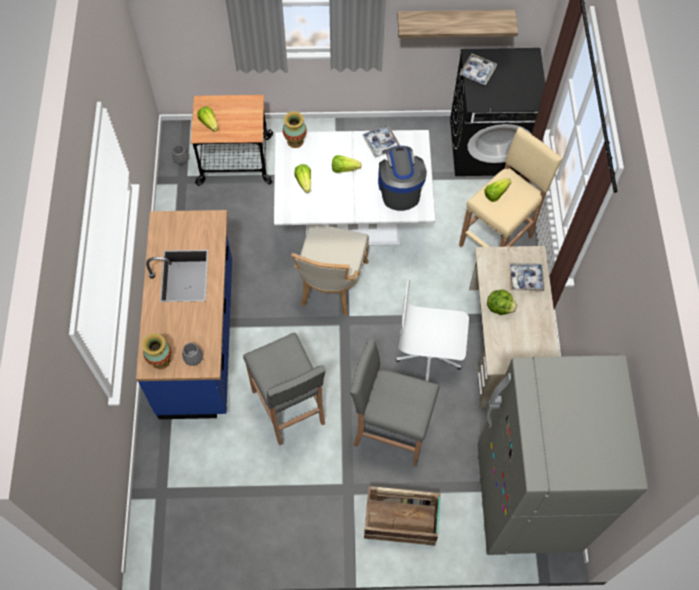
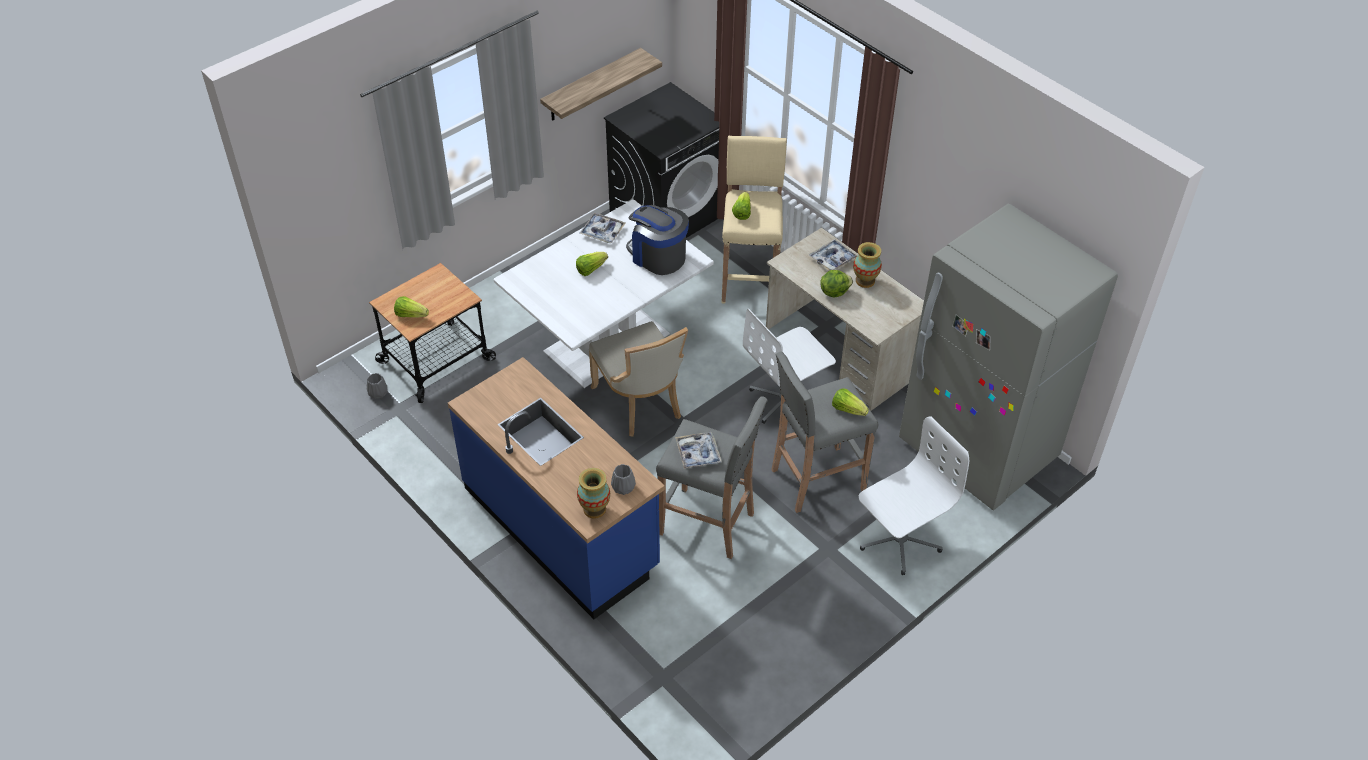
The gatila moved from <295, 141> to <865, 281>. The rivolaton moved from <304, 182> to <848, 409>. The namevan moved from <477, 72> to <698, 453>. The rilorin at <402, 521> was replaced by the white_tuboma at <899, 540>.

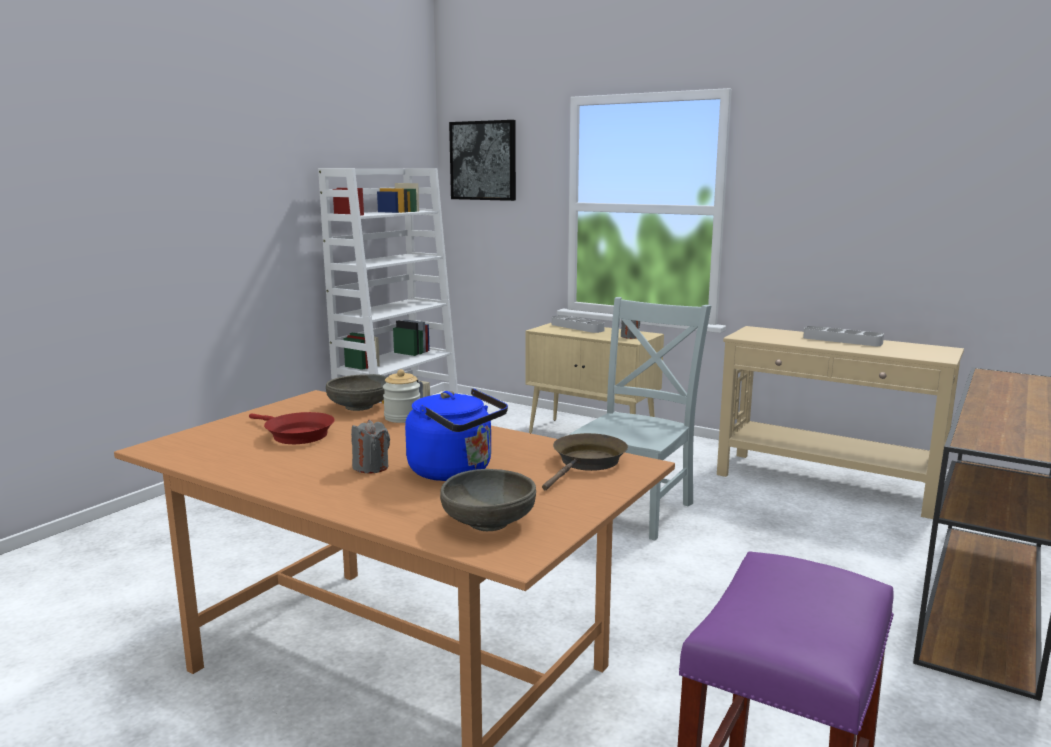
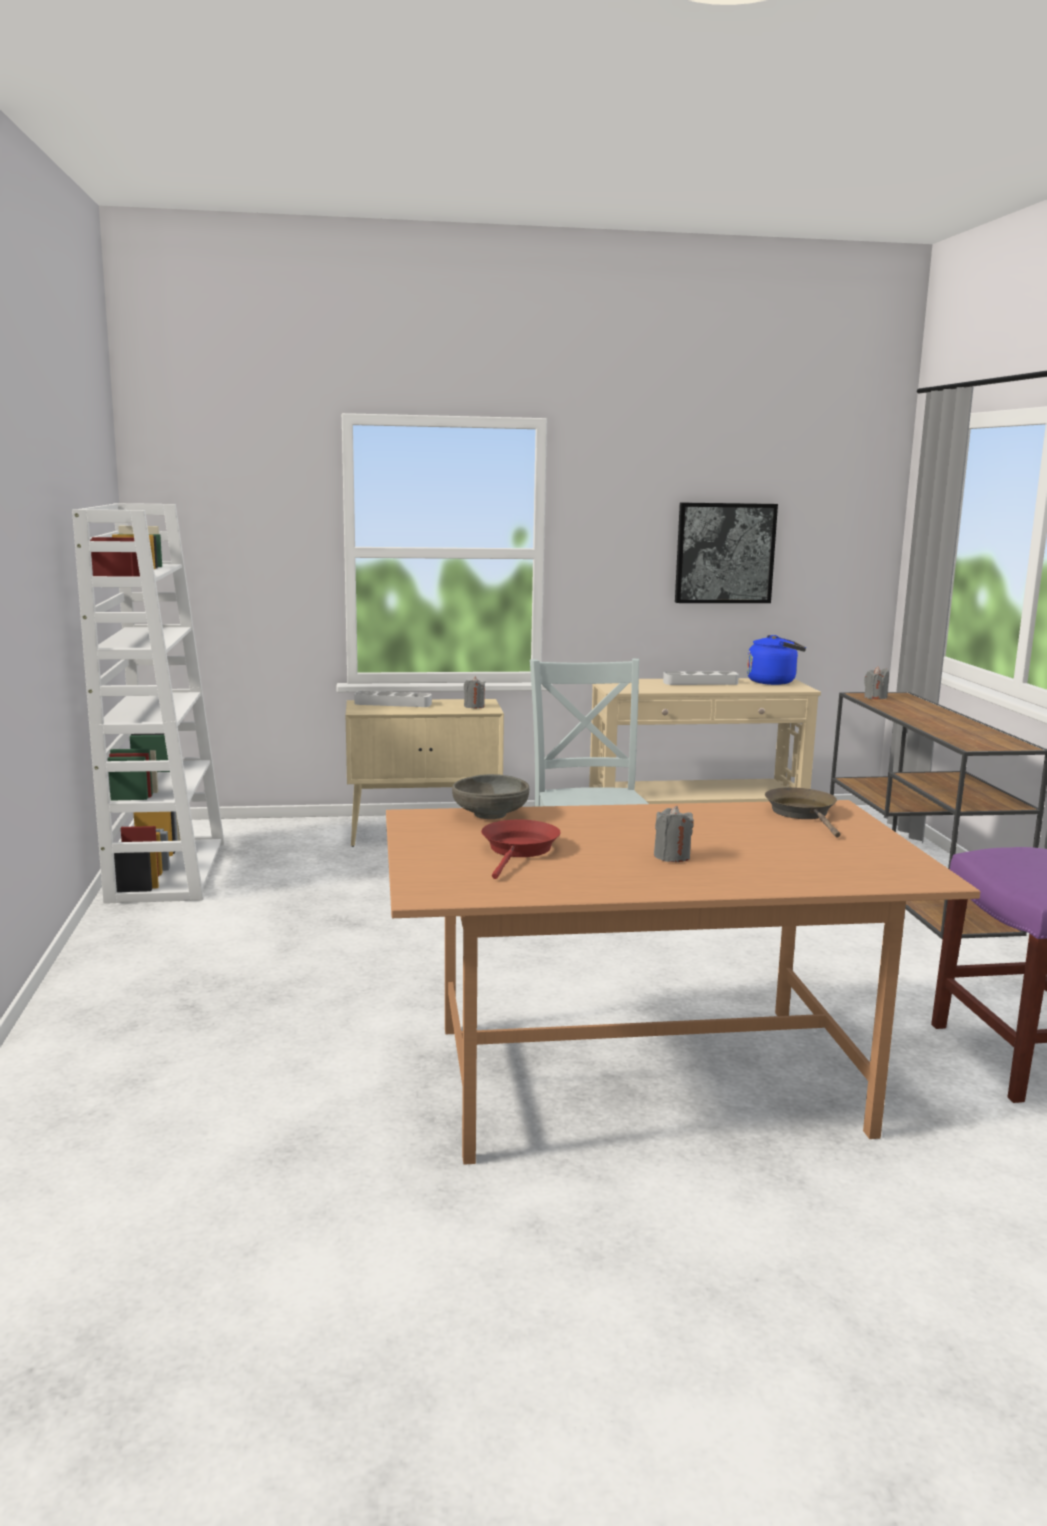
The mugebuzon at <402, 417> disappeared. The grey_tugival at <489, 522> disappeared. The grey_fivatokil at <875, 697> appeared. The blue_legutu moved from <455, 471> to <774, 682>. The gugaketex moved from <483, 160> to <724, 553>. The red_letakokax at <295, 435> turned 75 degrees counterclockwise.

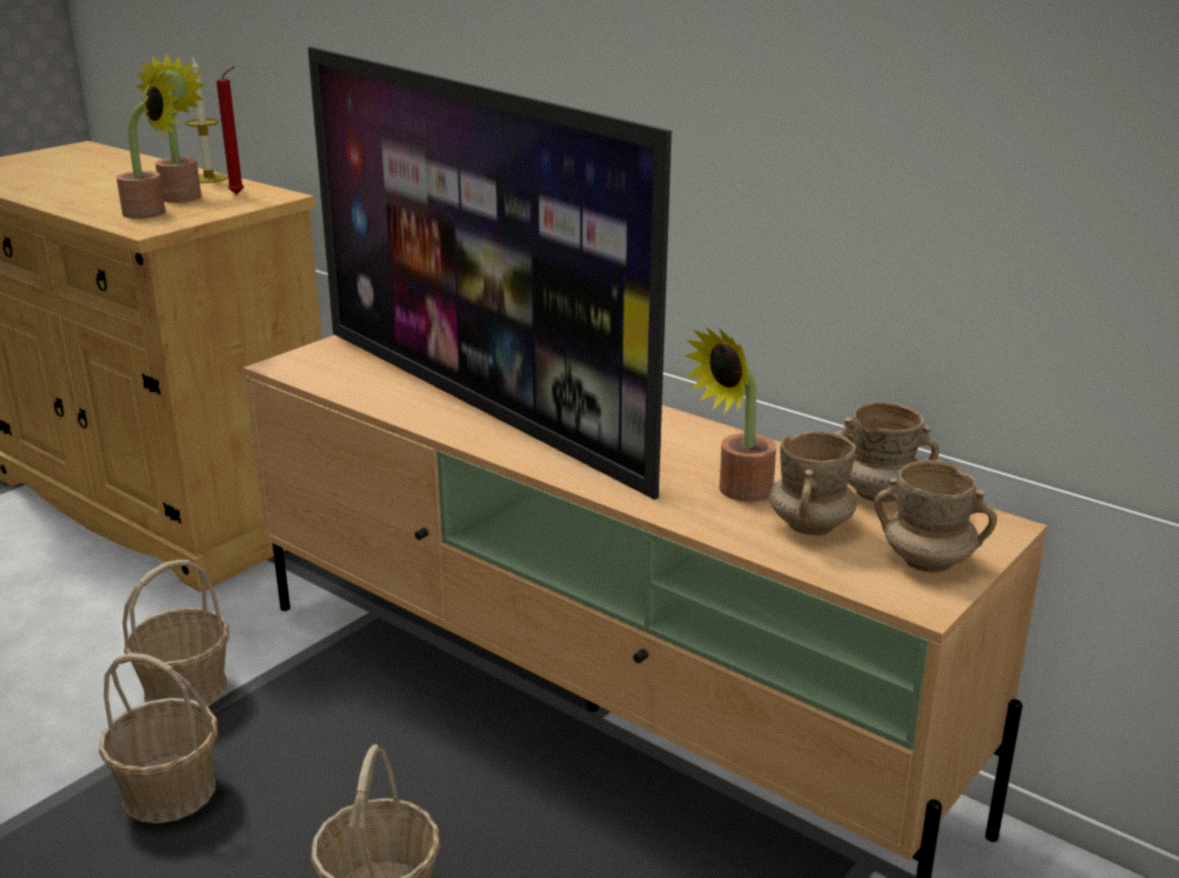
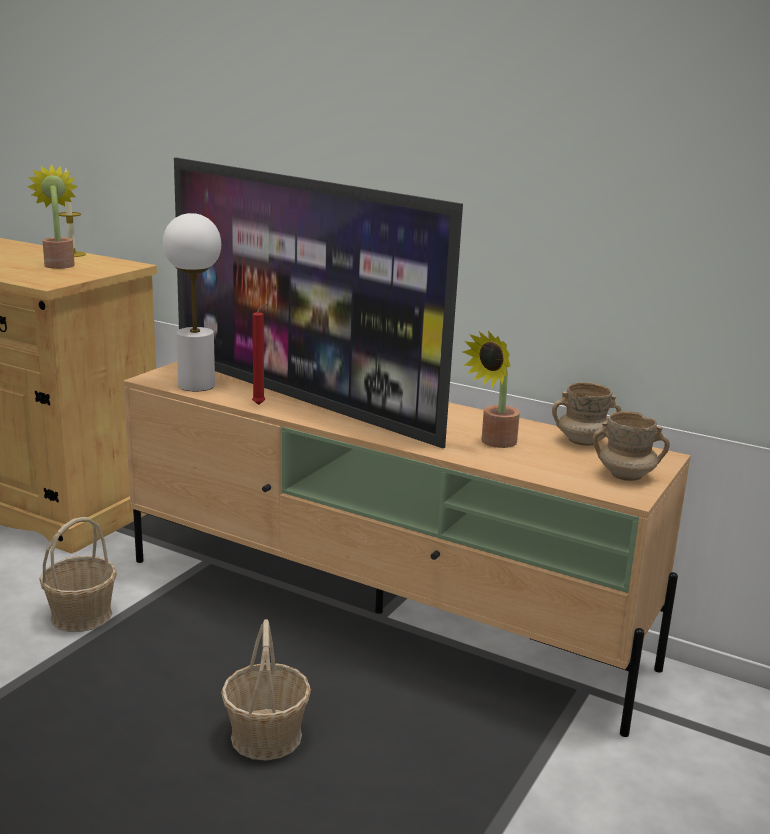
The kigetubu at <169, 792> disappeared. The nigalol at <153, 213> disappeared. The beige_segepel at <810, 525> disappeared. The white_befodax at <196, 385> appeared. The red_fivatokil moved from <239, 194> to <261, 404>.

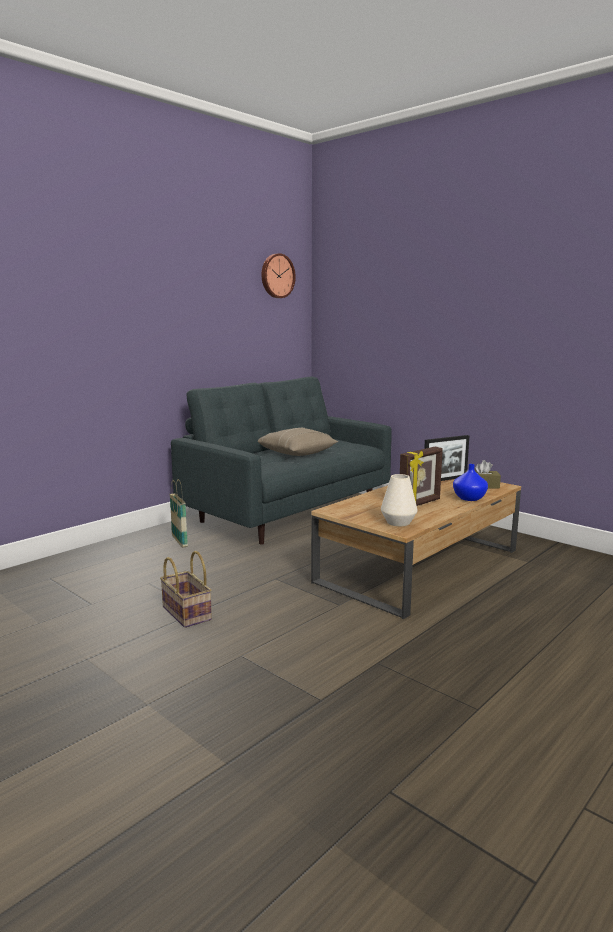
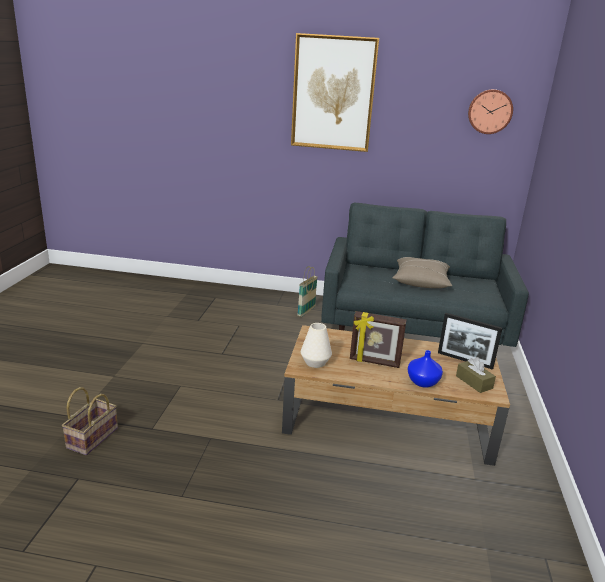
The gugaketex at <333, 93> appeared. The kigetubu moved from <185, 613> to <92, 437>.

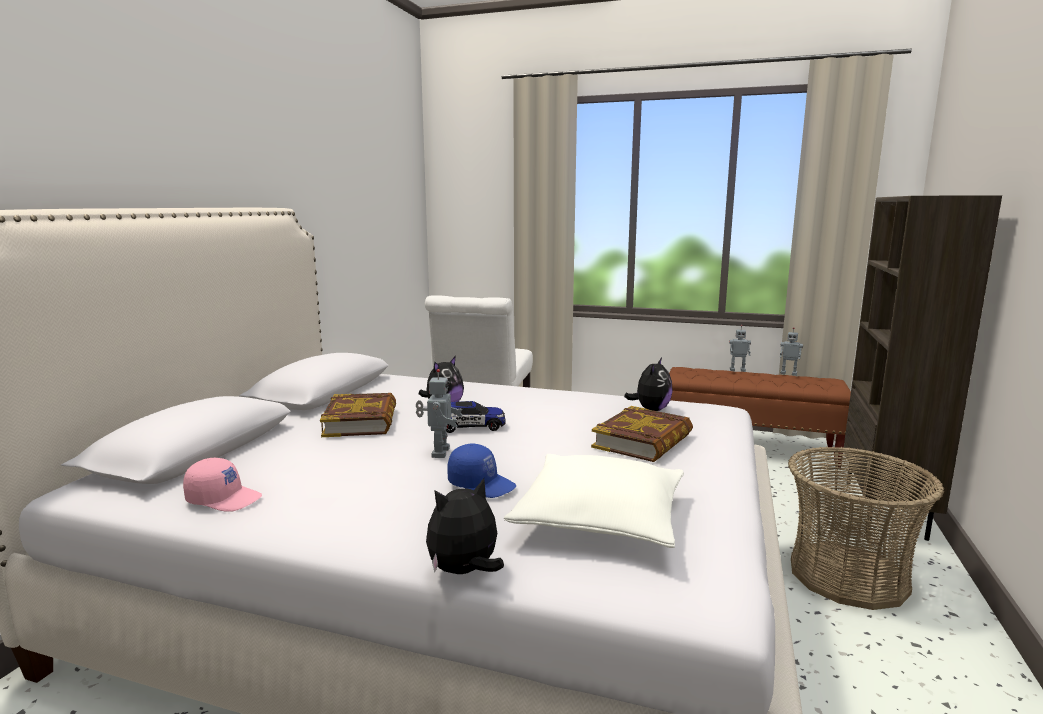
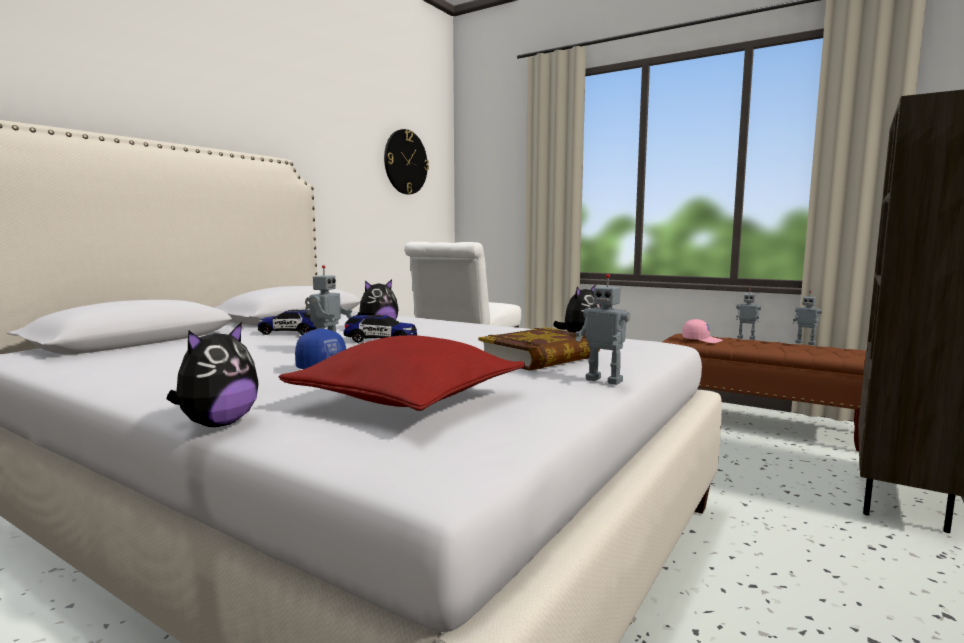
The kigetubu at <848, 576> disappeared. The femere at <405, 162> appeared. The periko at <605, 380> appeared. The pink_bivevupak moved from <224, 499> to <701, 340>. The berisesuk at <361, 421> was replaced by the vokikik at <292, 333>. The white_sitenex at <600, 516> became the red_sitenex at <408, 398>. The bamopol at <465, 572> turned 135 degrees clockwise.

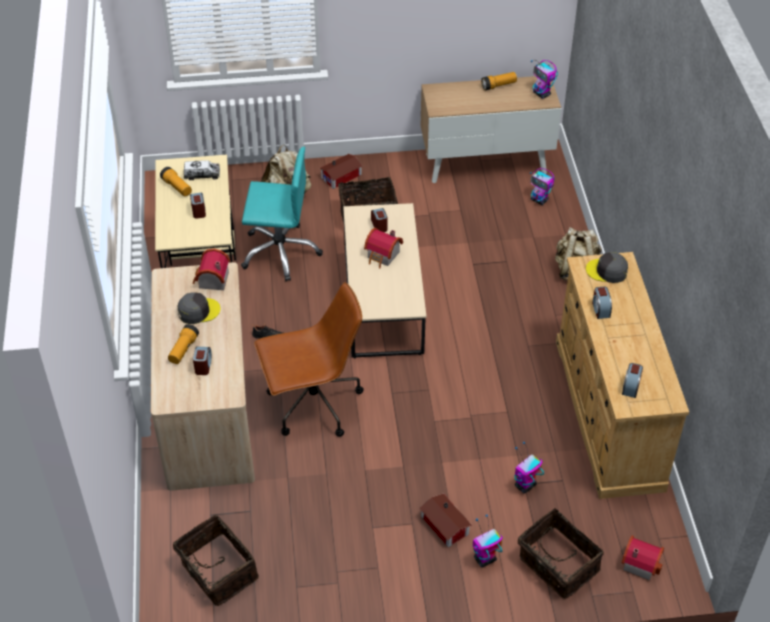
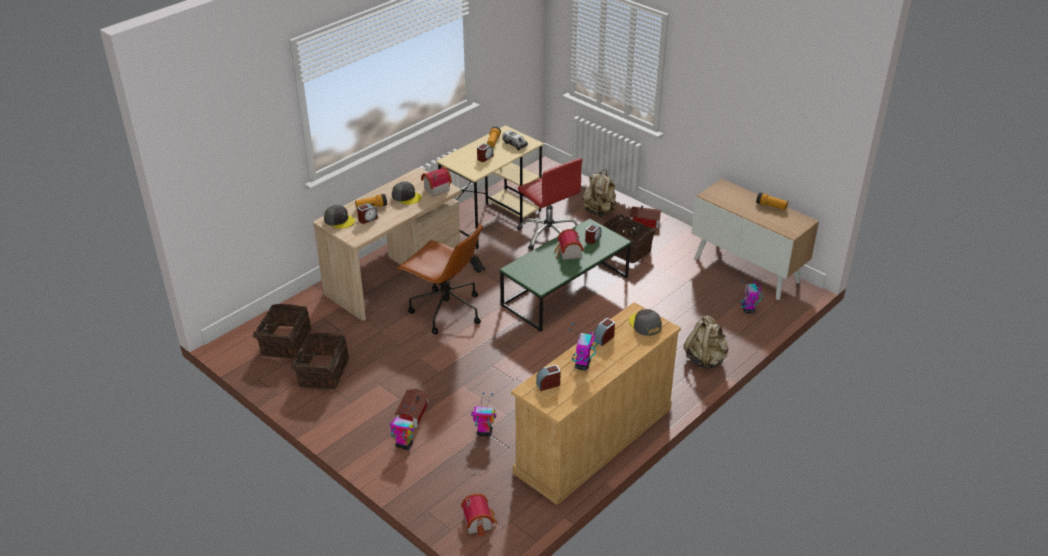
The grey_bivevupak at <339, 220> appeared. The kigetubu moved from <557, 566> to <322, 373>. The periko moved from <541, 94> to <582, 365>. The turquoise_tuboma at <280, 252> became the red_tuboma at <549, 234>. The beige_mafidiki at <383, 299> became the green_mafidiki at <565, 292>.

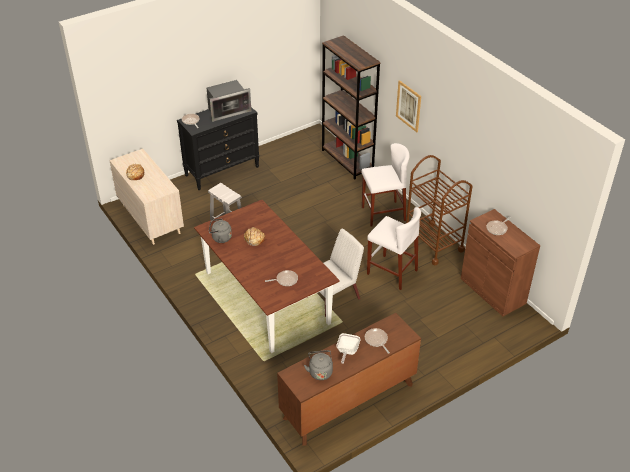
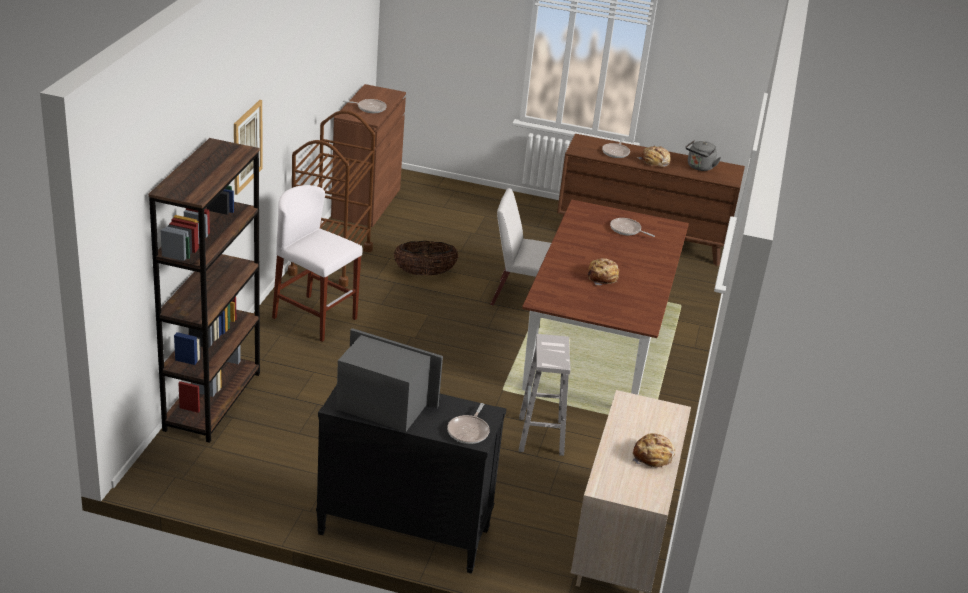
The grey_legutu at <220, 238> disappeared. The letakokax at <347, 351> was replaced by the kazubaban at <655, 162>. The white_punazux at <392, 272> was replaced by the kigetubu at <424, 273>.

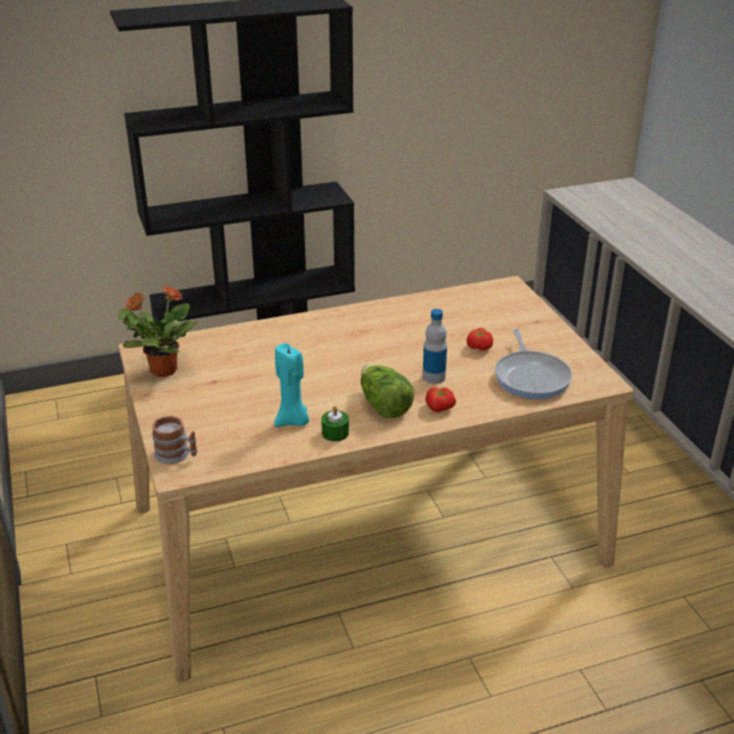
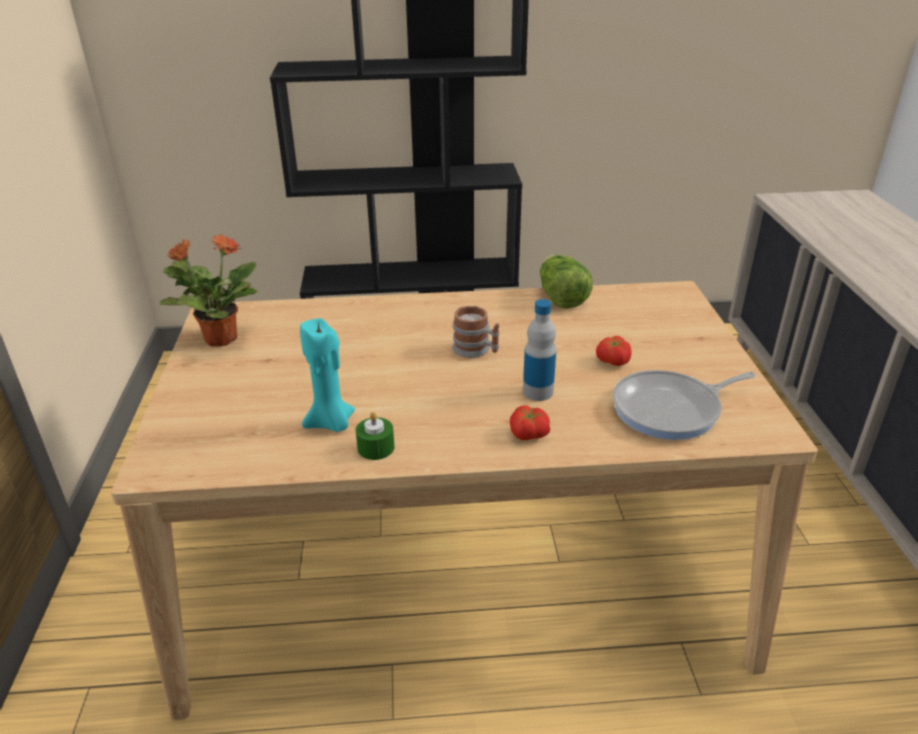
The segepel moved from <177, 455> to <476, 350>. The rivolaton moved from <383, 405> to <561, 297>. The letakokax at <531, 377> turned 60 degrees clockwise.

